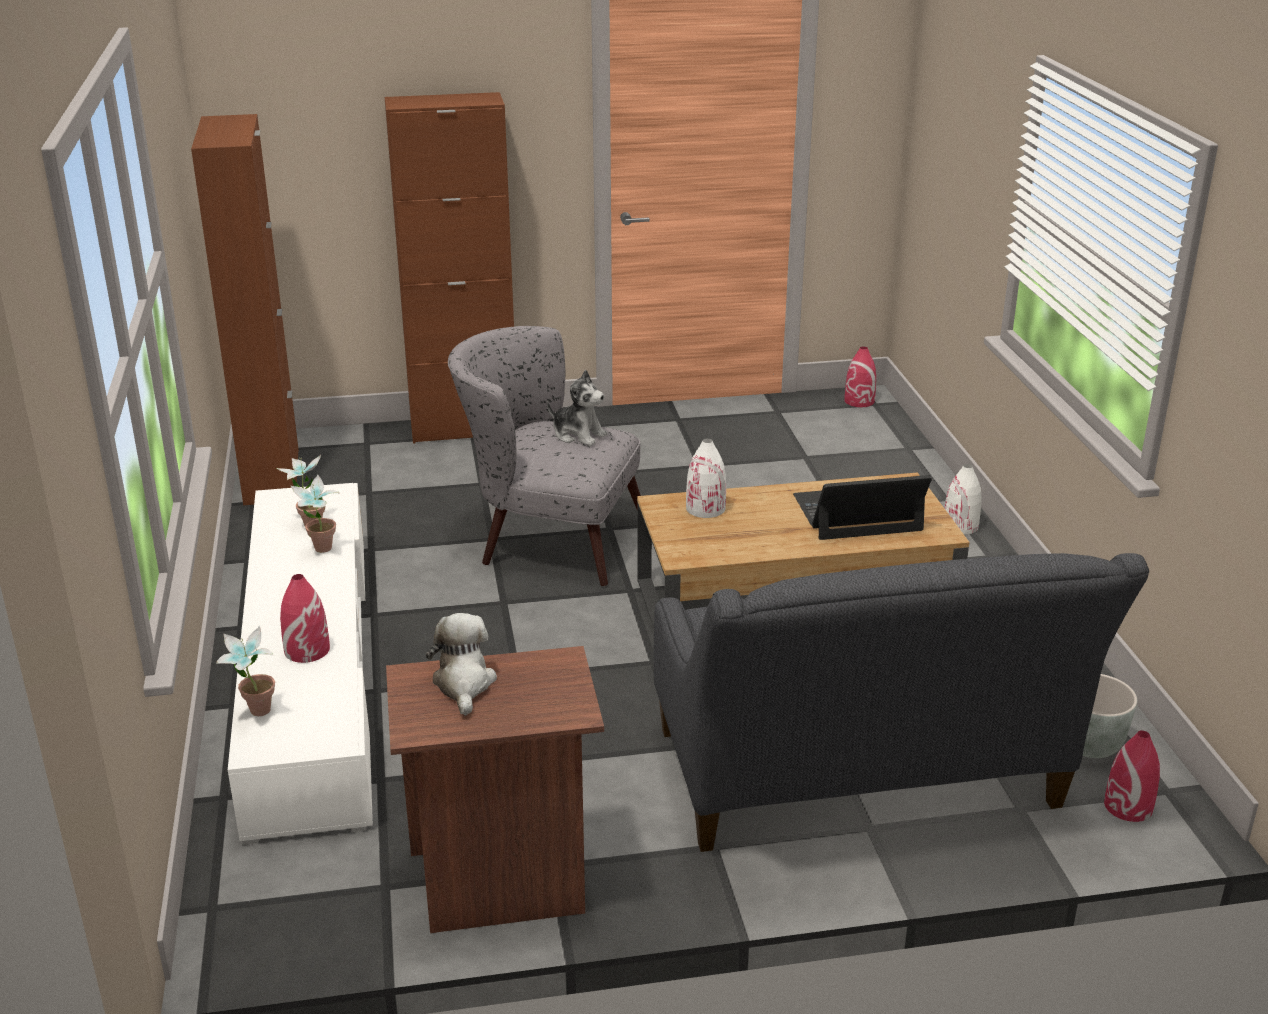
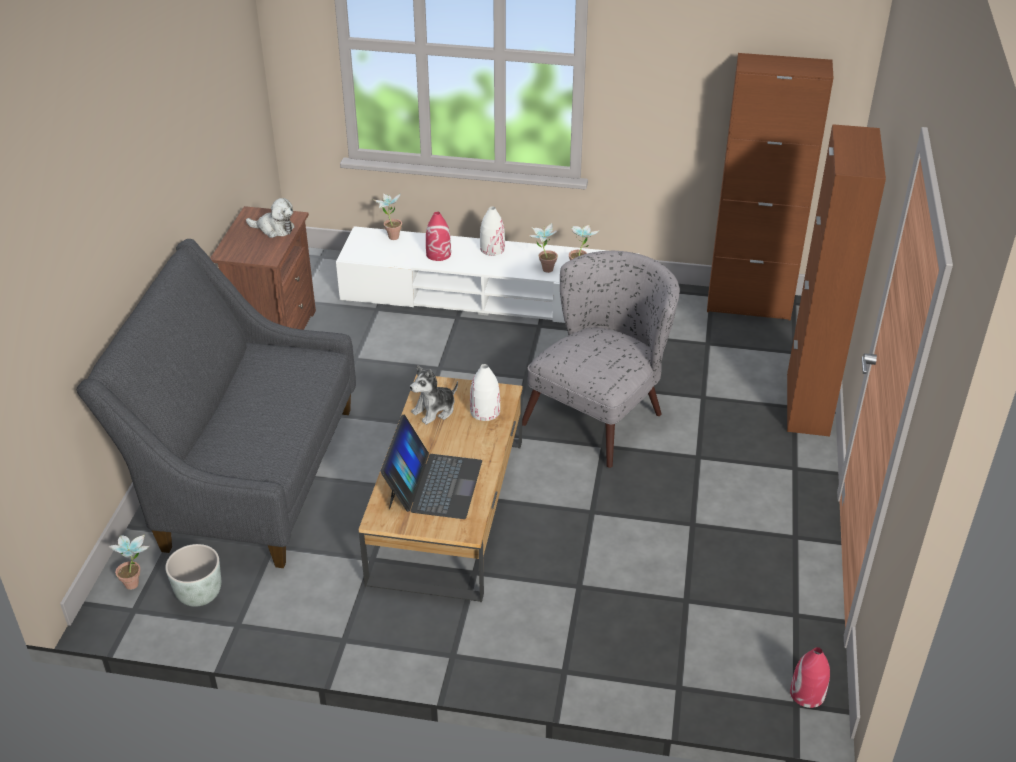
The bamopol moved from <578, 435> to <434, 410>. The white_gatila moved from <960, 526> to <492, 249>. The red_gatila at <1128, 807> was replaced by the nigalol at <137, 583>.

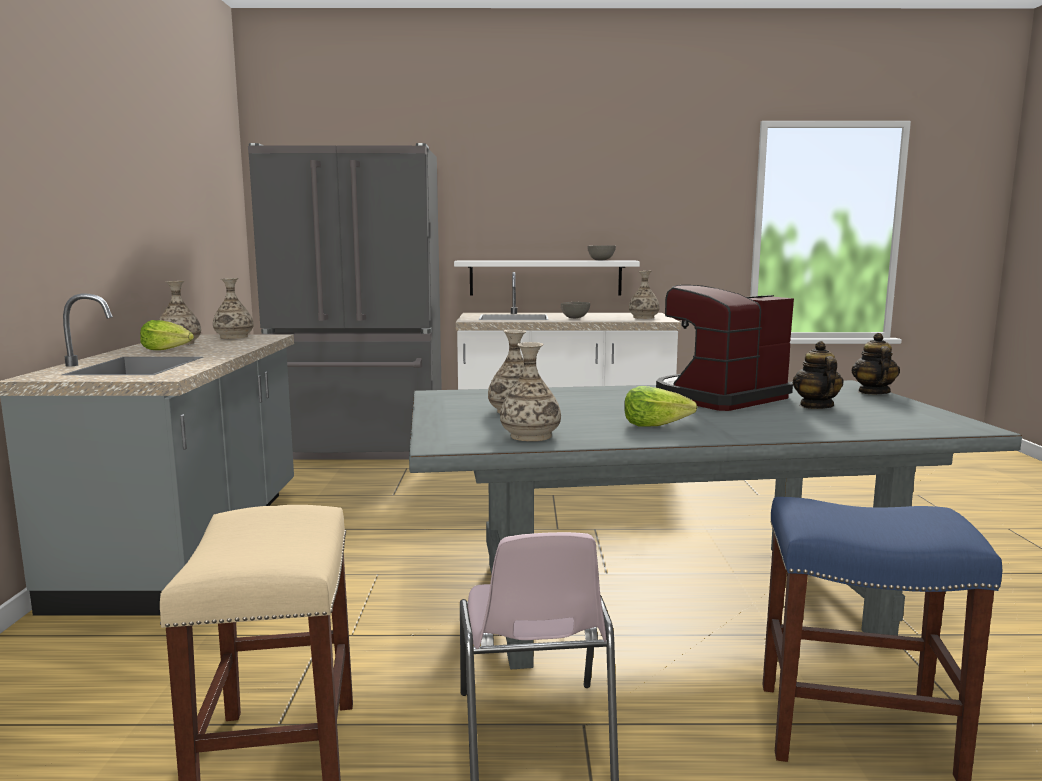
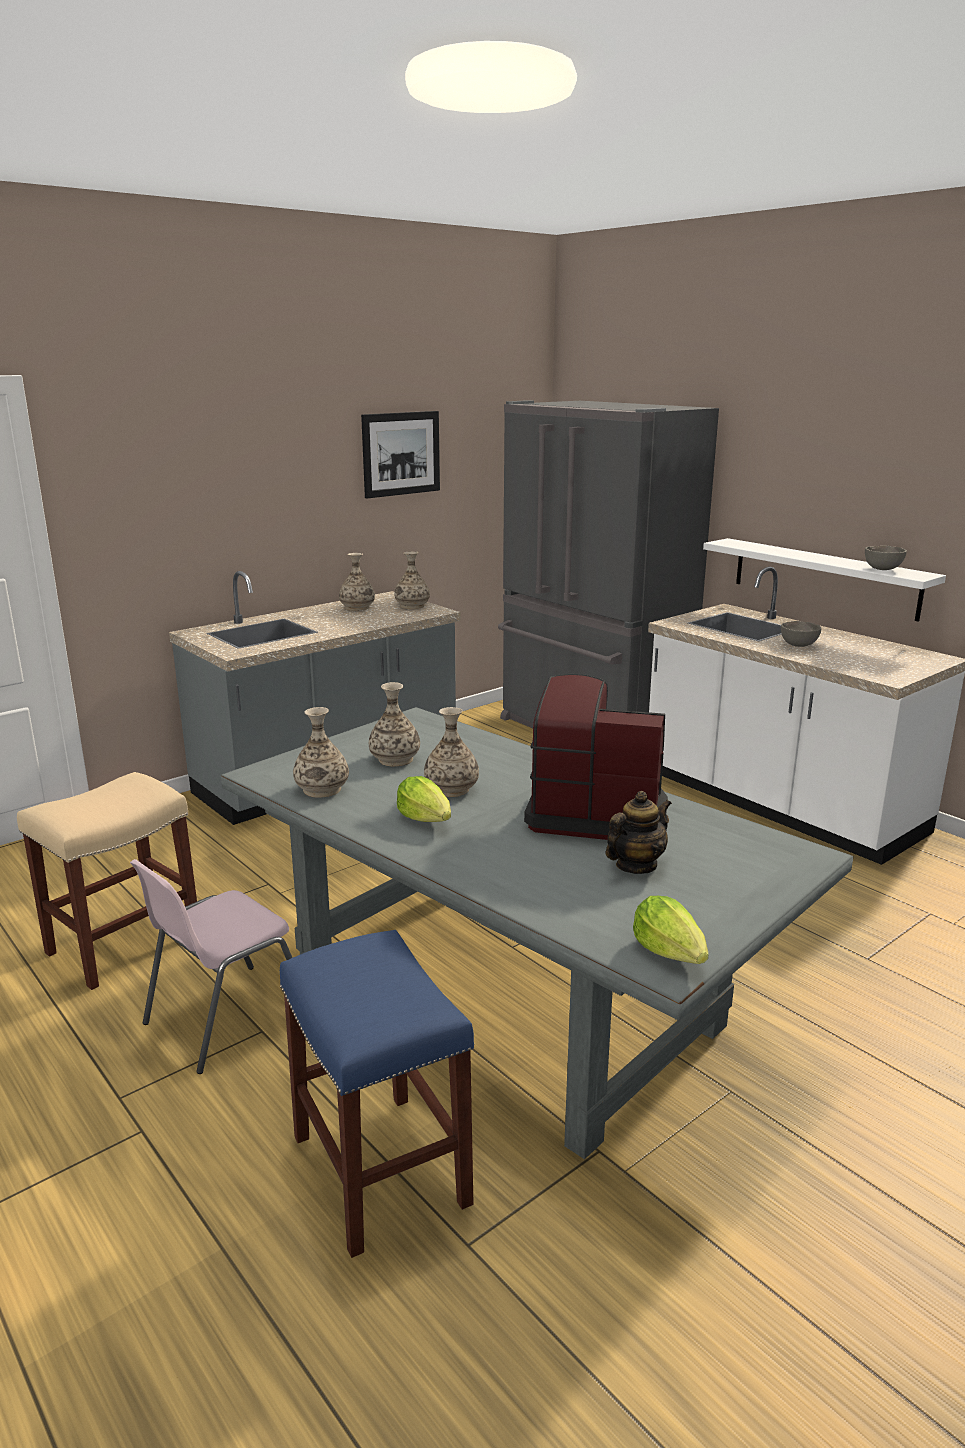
The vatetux at <873, 392> disappeared. The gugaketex at <401, 453> appeared. The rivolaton moved from <167, 350> to <670, 952>. The gatila moved from <643, 317> to <451, 789>.

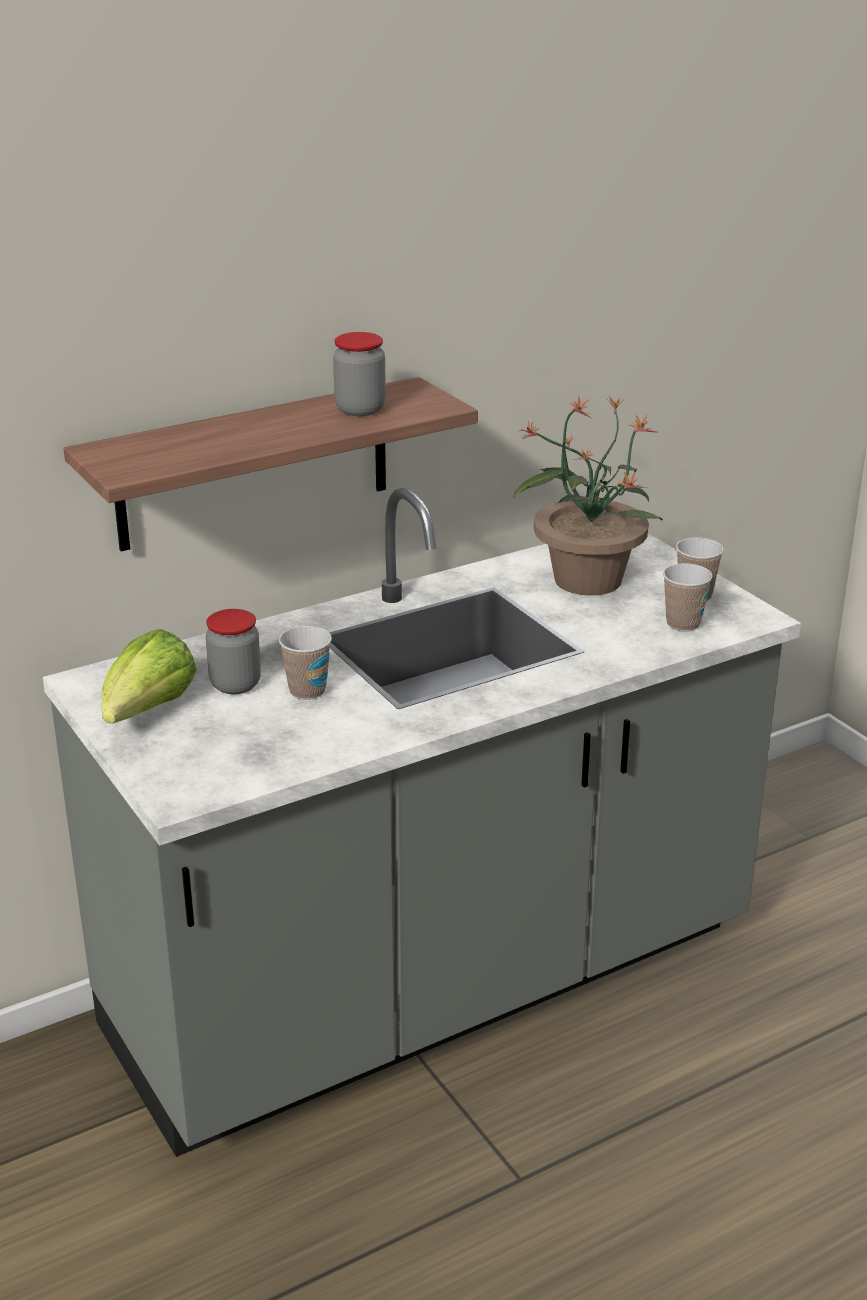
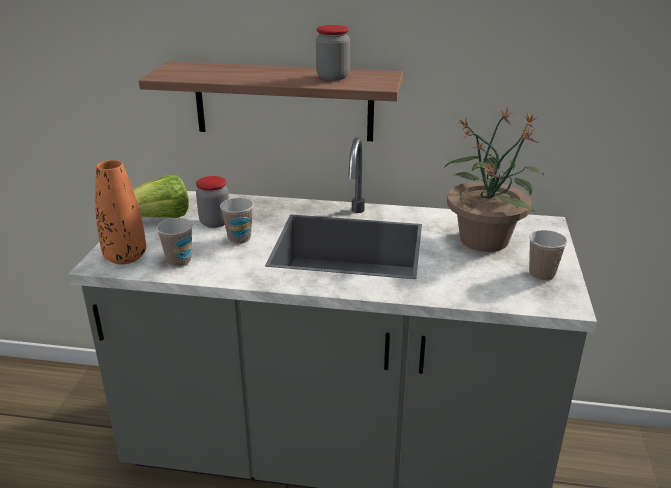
The orange_gatila at <125, 257> appeared. The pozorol moved from <683, 624> to <179, 261>.

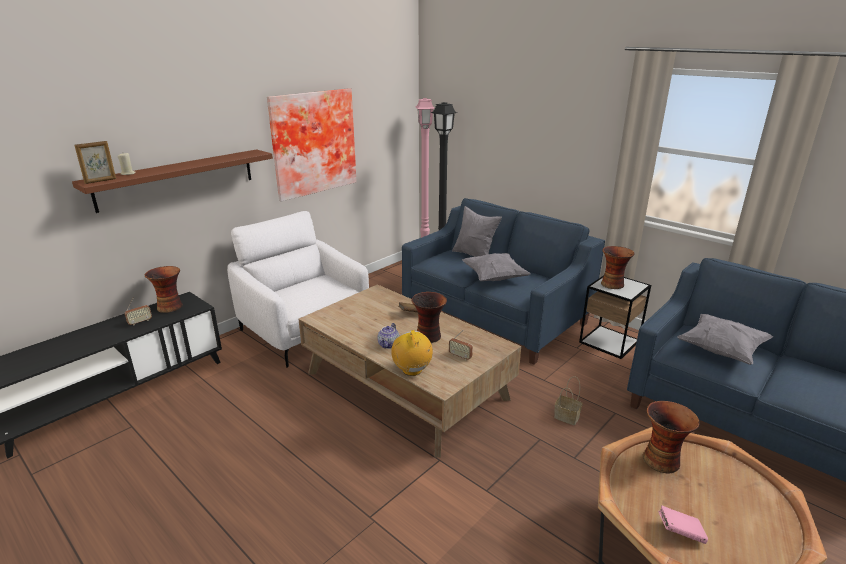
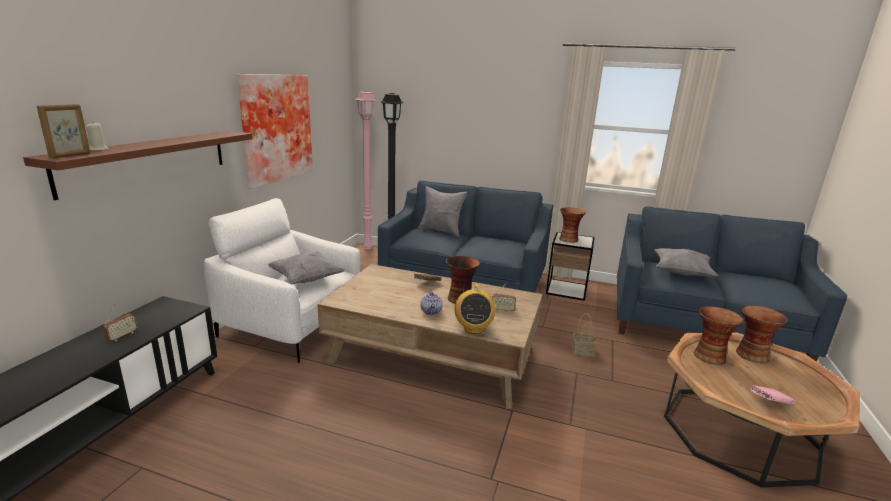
The gatila moved from <170, 306> to <750, 354>. The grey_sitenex moved from <494, 278> to <306, 279>. The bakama at <412, 370> turned 135 degrees counterclockwise.

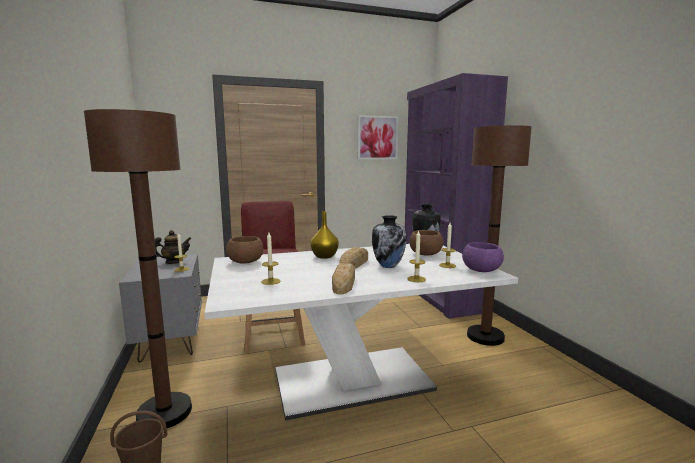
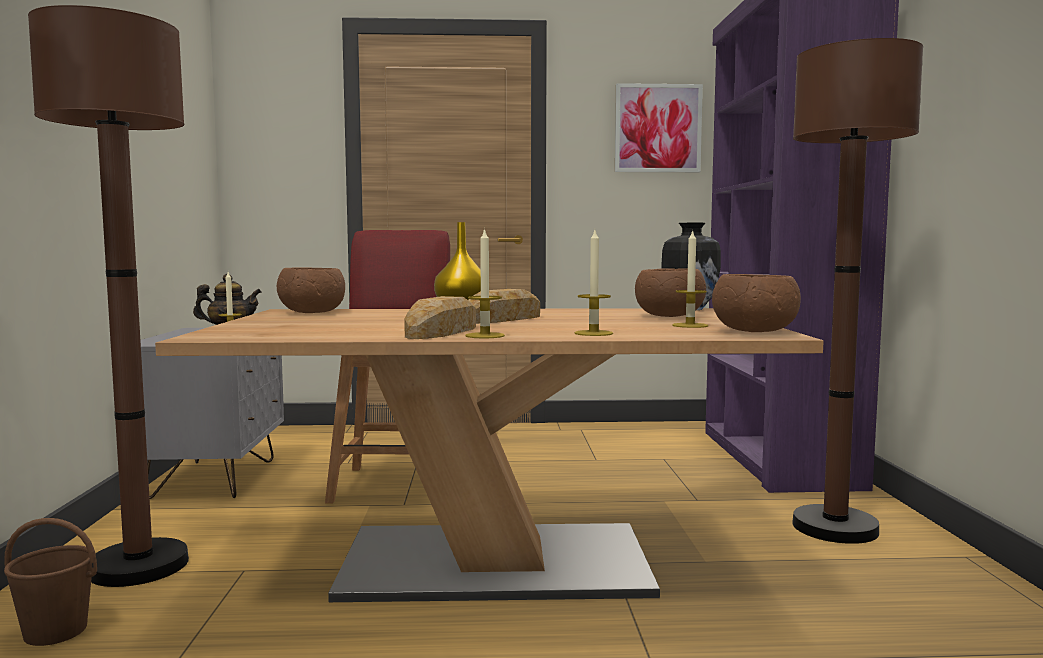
The gatila at <389, 266> disappeared. The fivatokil moved from <271, 281> to <485, 335>. The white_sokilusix at <352, 380> became the brown_sokilusix at <495, 562>. The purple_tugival at <481, 270> became the brown_tugival at <754, 331>.

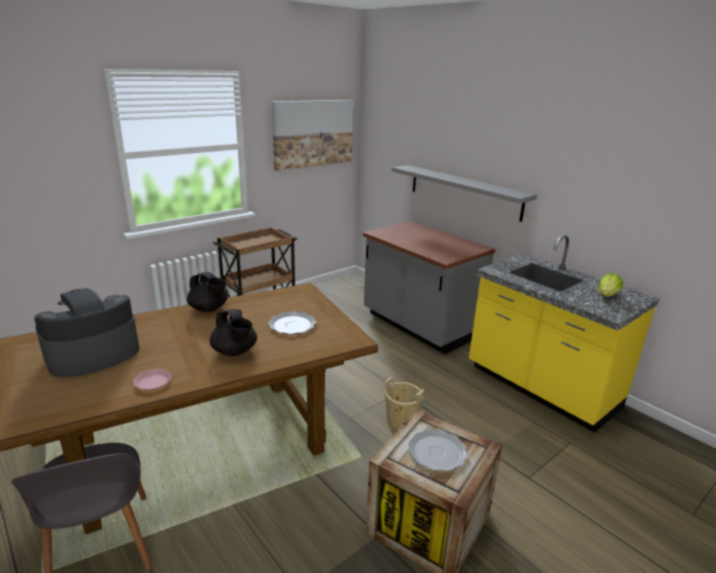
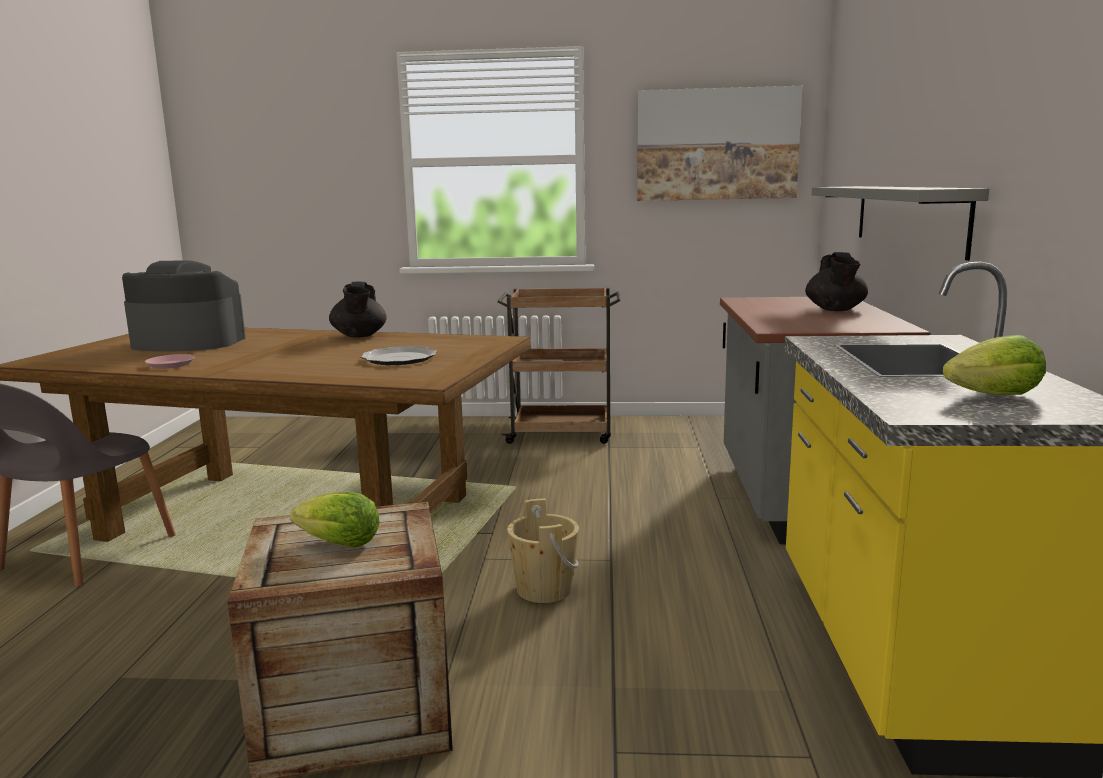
The black_vatetux moved from <235, 352> to <835, 310>. The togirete at <437, 452> was replaced by the rivolaton at <340, 544>.

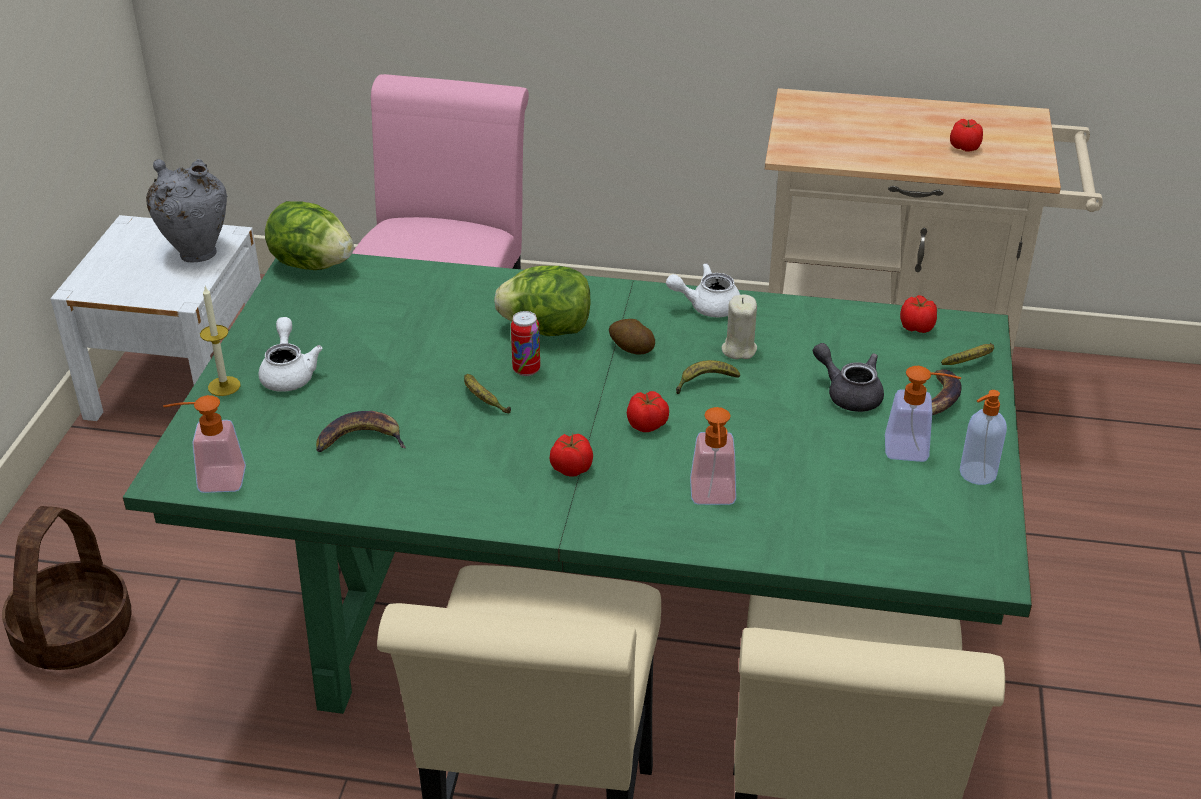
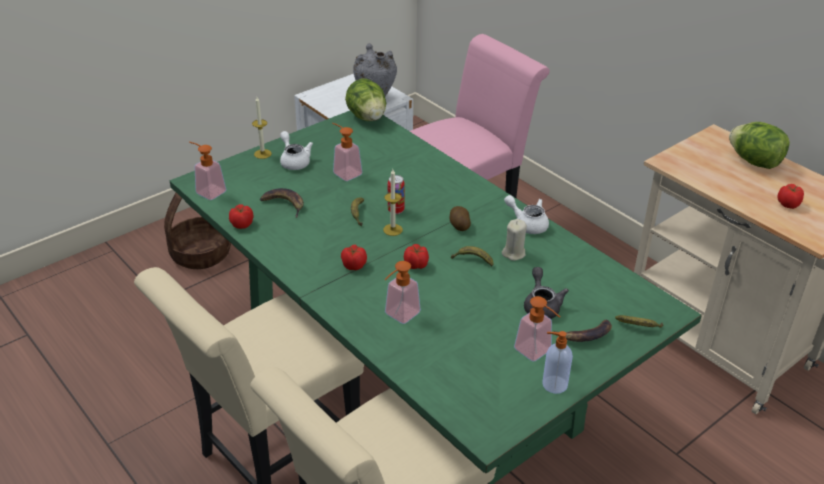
The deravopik at <344, 172> appeared. The fivatokil at <393, 230> appeared. The rivolaton moved from <547, 329> to <754, 162>. The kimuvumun moved from <916, 326> to <242, 224>. The white_vatetux at <289, 373> turned 60 degrees counterclockwise.

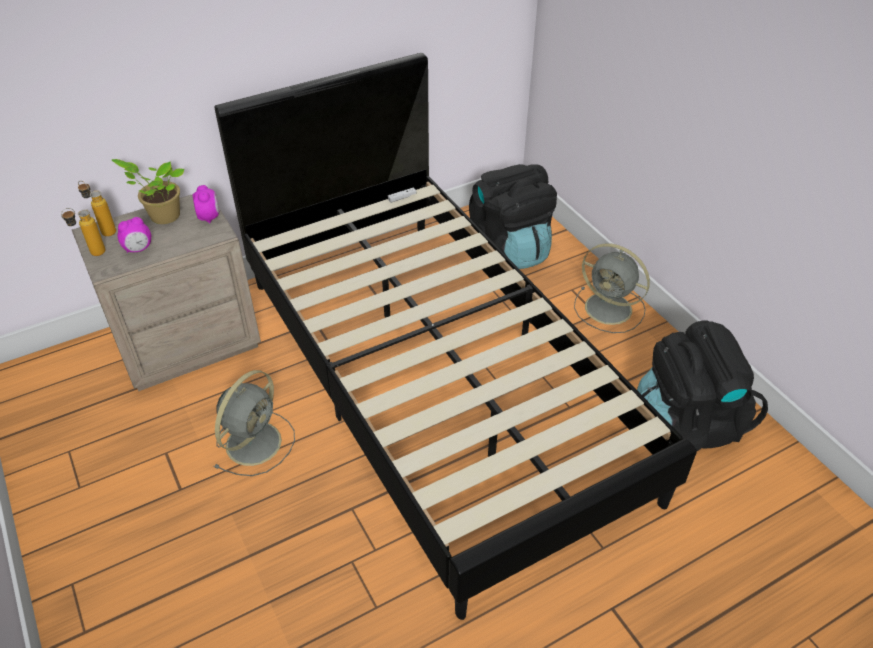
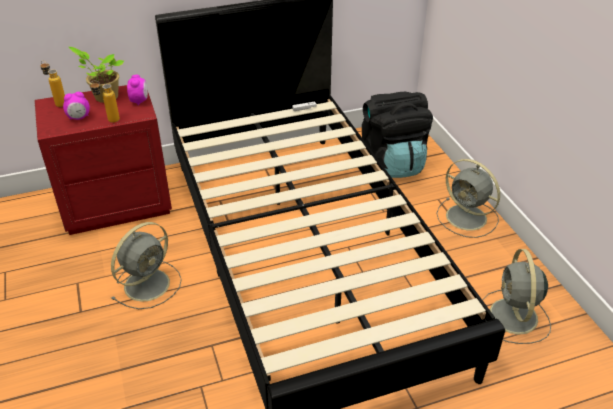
The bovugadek moved from <92, 254> to <109, 121>. The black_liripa at <685, 424> was replaced by the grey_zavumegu at <514, 318>. The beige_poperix at <187, 342> became the red_poperix at <116, 203>.

